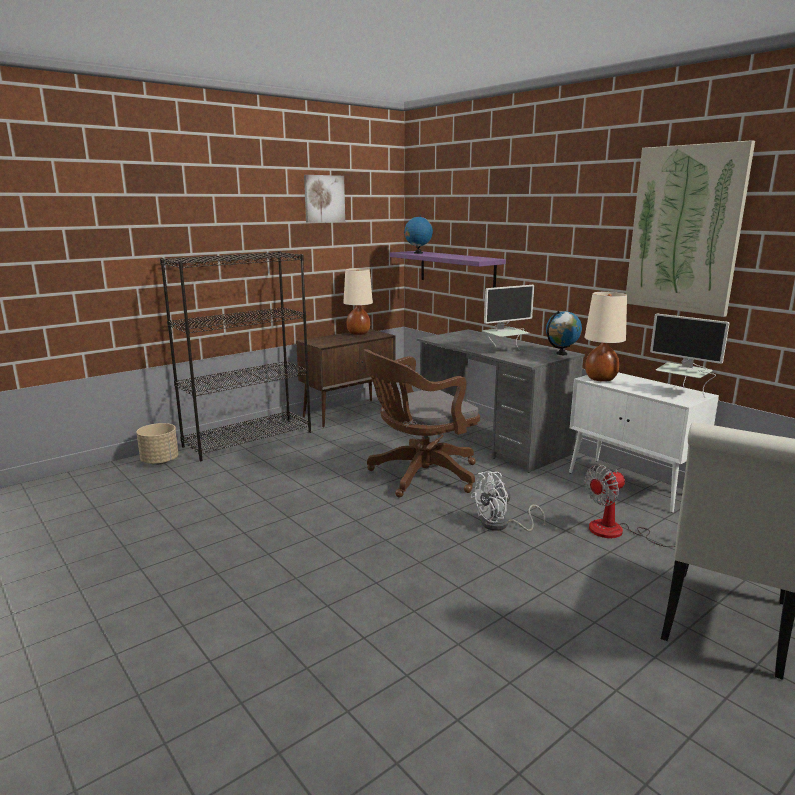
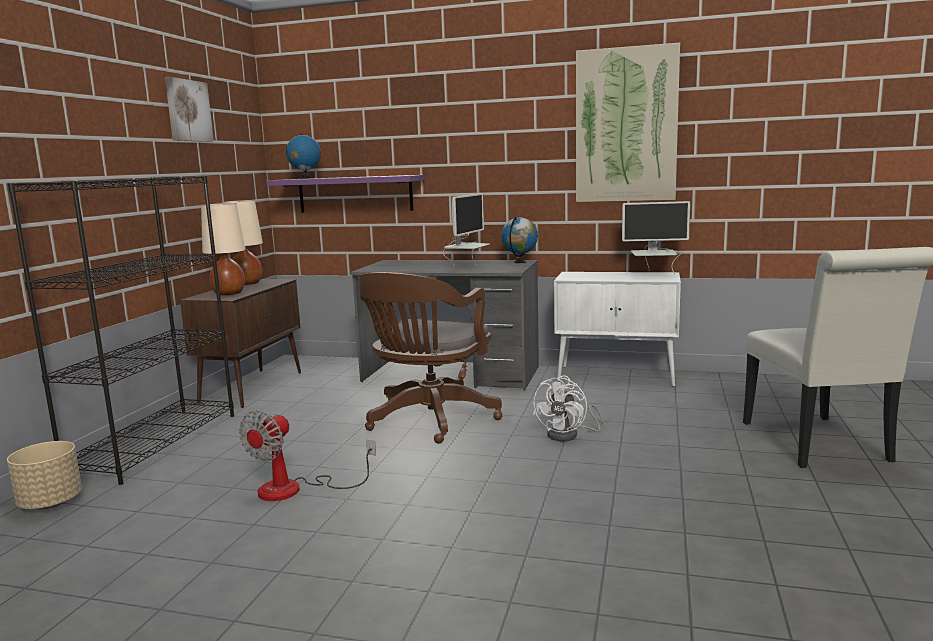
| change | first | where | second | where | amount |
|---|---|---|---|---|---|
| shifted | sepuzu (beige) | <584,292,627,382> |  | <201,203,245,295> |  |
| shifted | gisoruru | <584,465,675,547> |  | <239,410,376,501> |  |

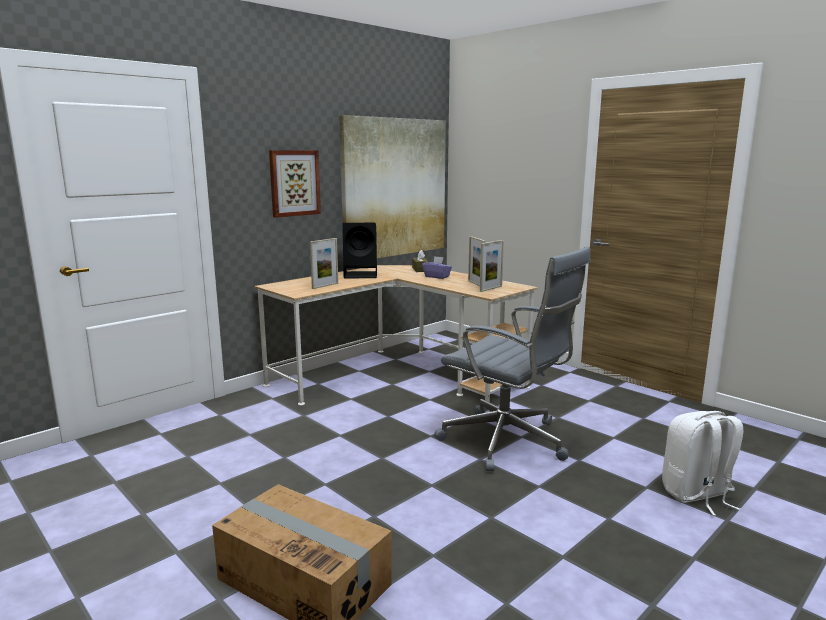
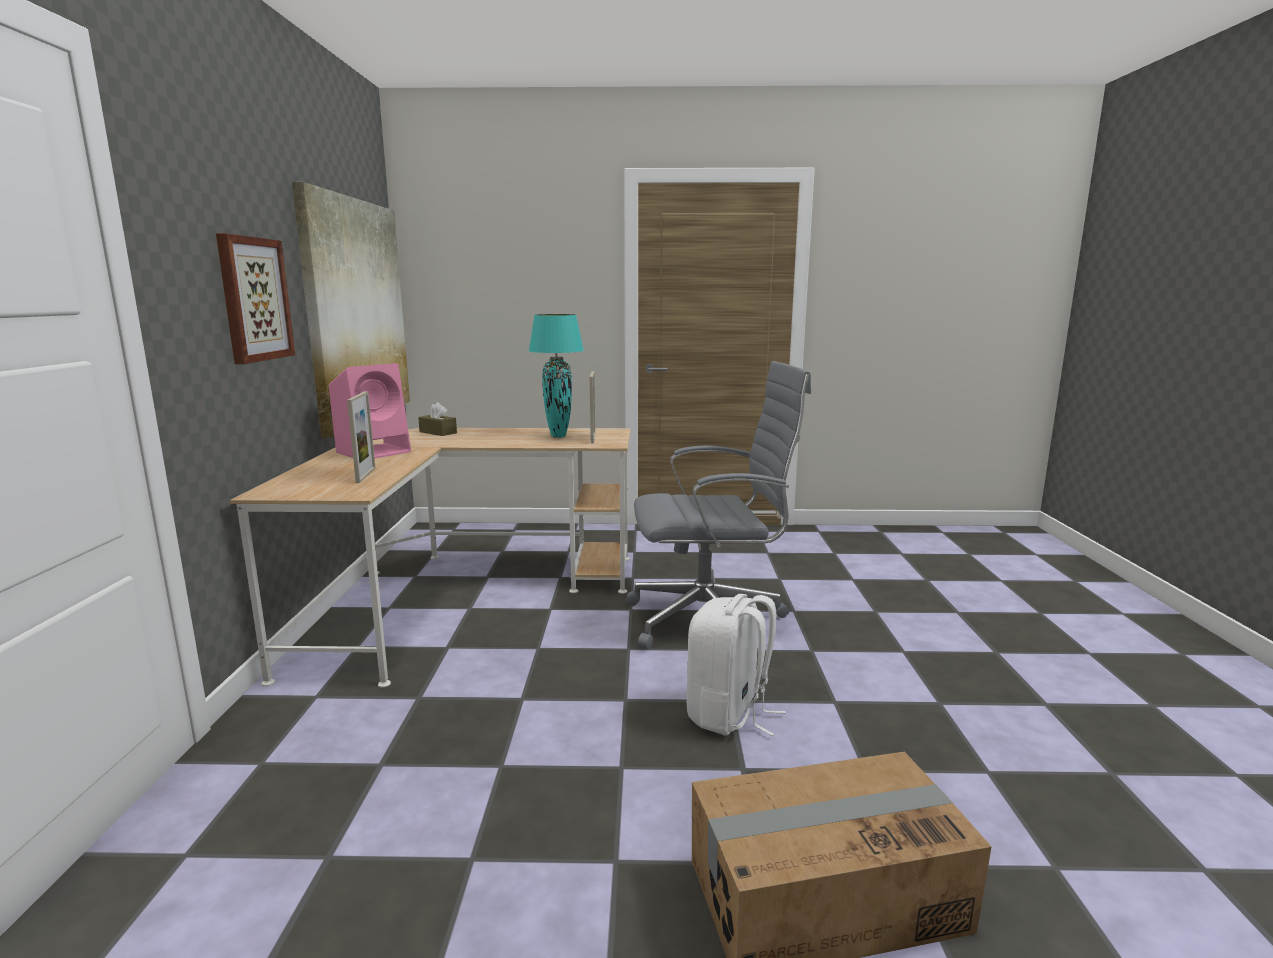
| change | first | where | second | where | amount |
|---|---|---|---|---|---|
| repainted | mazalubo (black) | <342,223,377,279> | mazalubo (pink) | <329,363,411,458> |  |
| swapped | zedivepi | <468,236,485,286> | sepuzu (turquoise) | <529,314,584,438> |  |
| gone | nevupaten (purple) | <422,256,452,279> |  |  |  |
| shifted | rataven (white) | <662,411,743,516> |  | <687,594,786,736> |  |

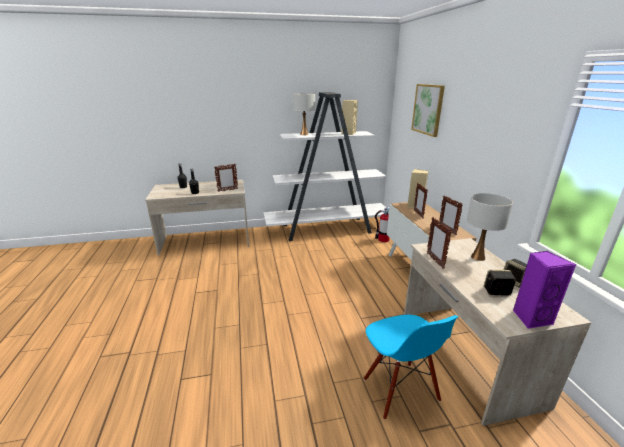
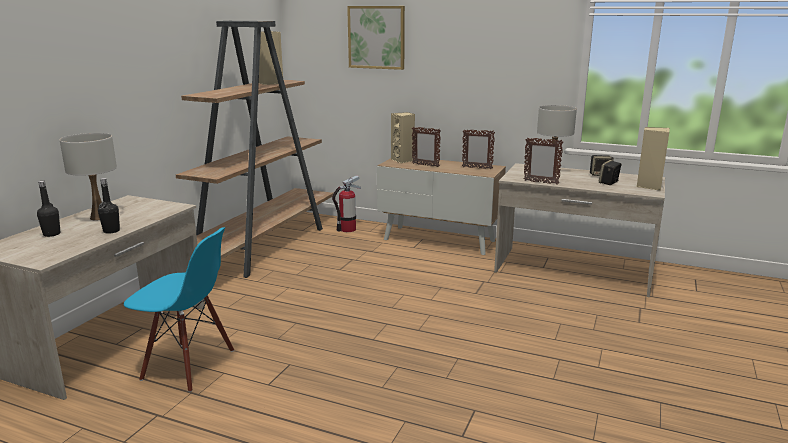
| change | first | where | second | where | amount |
|---|---|---|---|---|---|
| repainted | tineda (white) | <264,92,389,241> | tineda (brown) | <176,21,333,278> |  |
| shifted | sepuzu (white) | <293,93,315,135> |  | <60,133,117,220> |  |
| gone | zedivepi | <214,164,238,192> |  |  |  |
| repainted | mazalubo (purple) | <513,251,576,329> | mazalubo (beige) | <637,127,670,191> |  |
| shifted | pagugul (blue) | <364,315,459,420> |  | <124,227,234,392> |  |

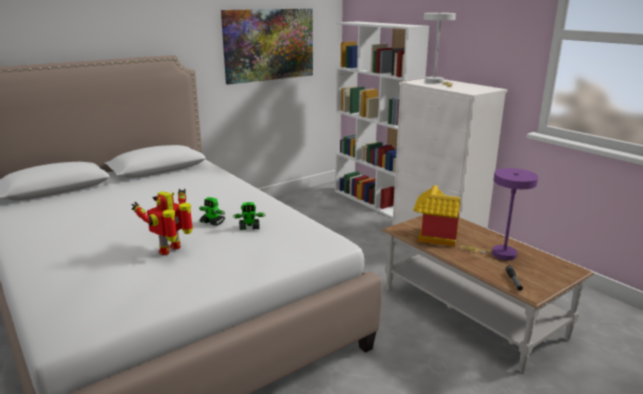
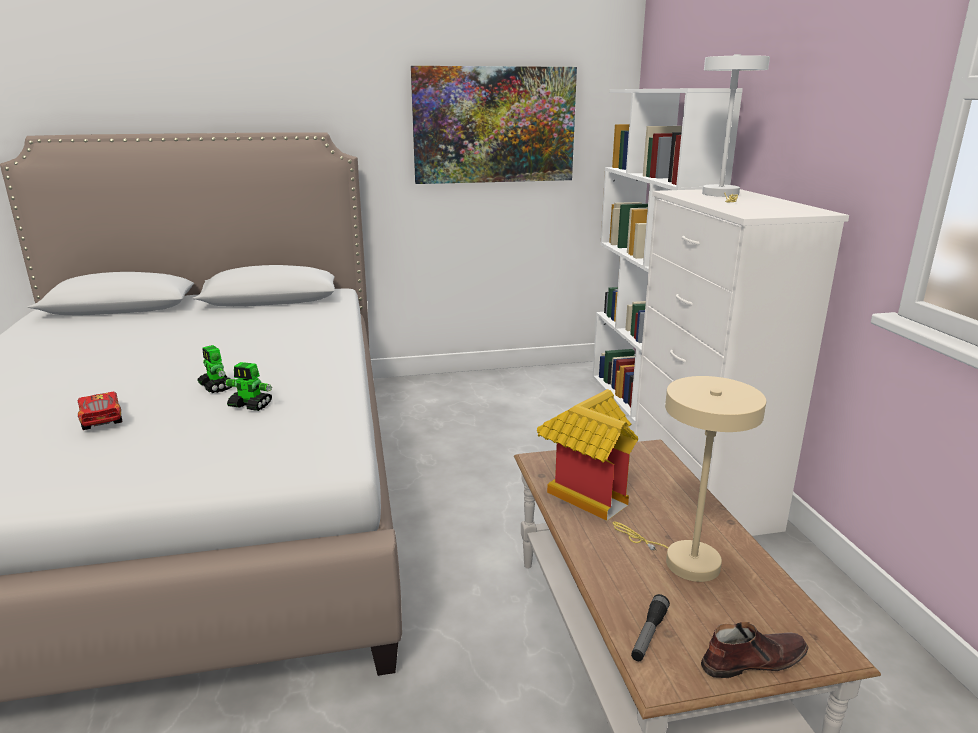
| change | first | where | second | where | amount |
|---|---|---|---|---|---|
| repainted | sepuzu (purple) | <460,168,538,260> | sepuzu (beige) | <613,376,766,582> |  |
| swapped | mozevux | <131,189,193,255> | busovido | <78,392,122,430> |  |
| new |  |  | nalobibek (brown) | <701,622,809,678> |  |

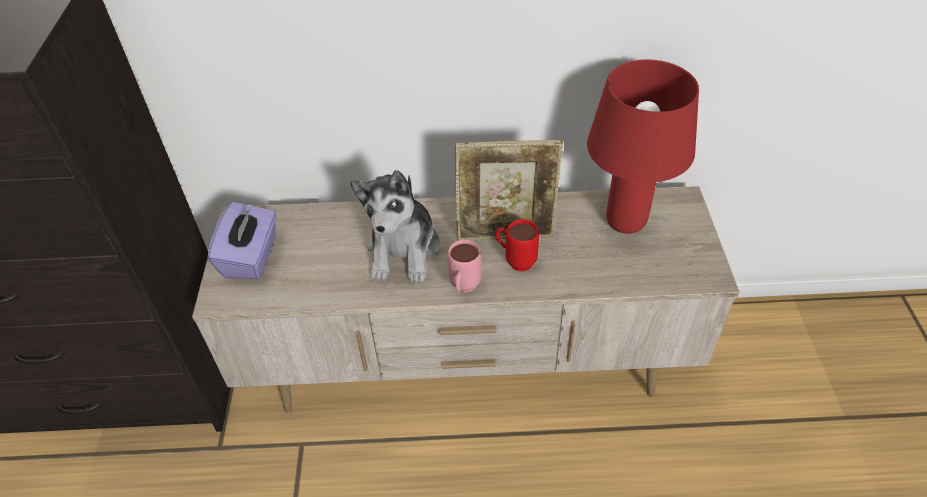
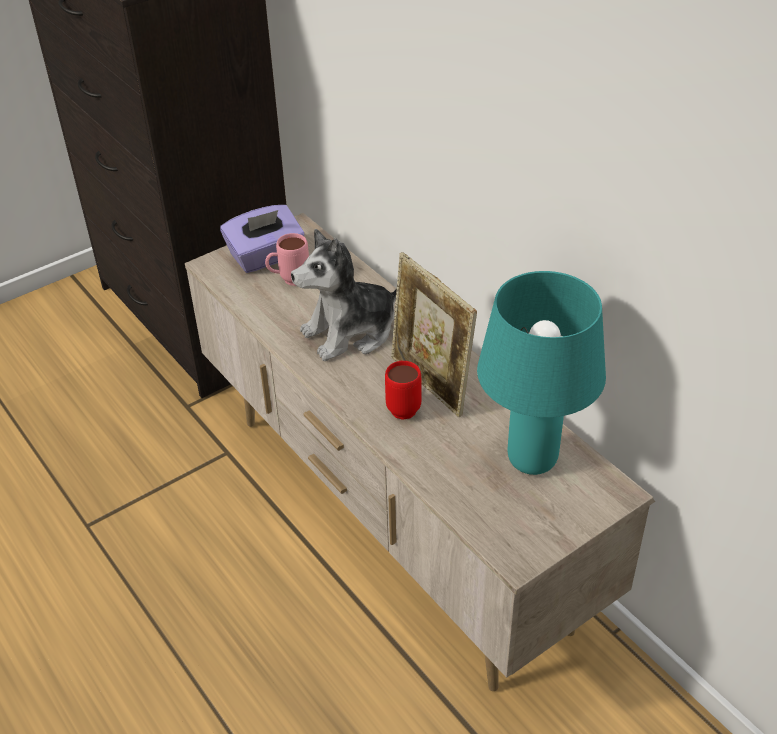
| change | first | where | second | where | amount |
|---|---|---|---|---|---|
| repainted | sepuzu (red) | <587,59,699,234> | sepuzu (turquoise) | <477,271,606,475> |  |
| shifted | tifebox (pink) | <447,240,482,292> |  | <265,233,309,286> |  |

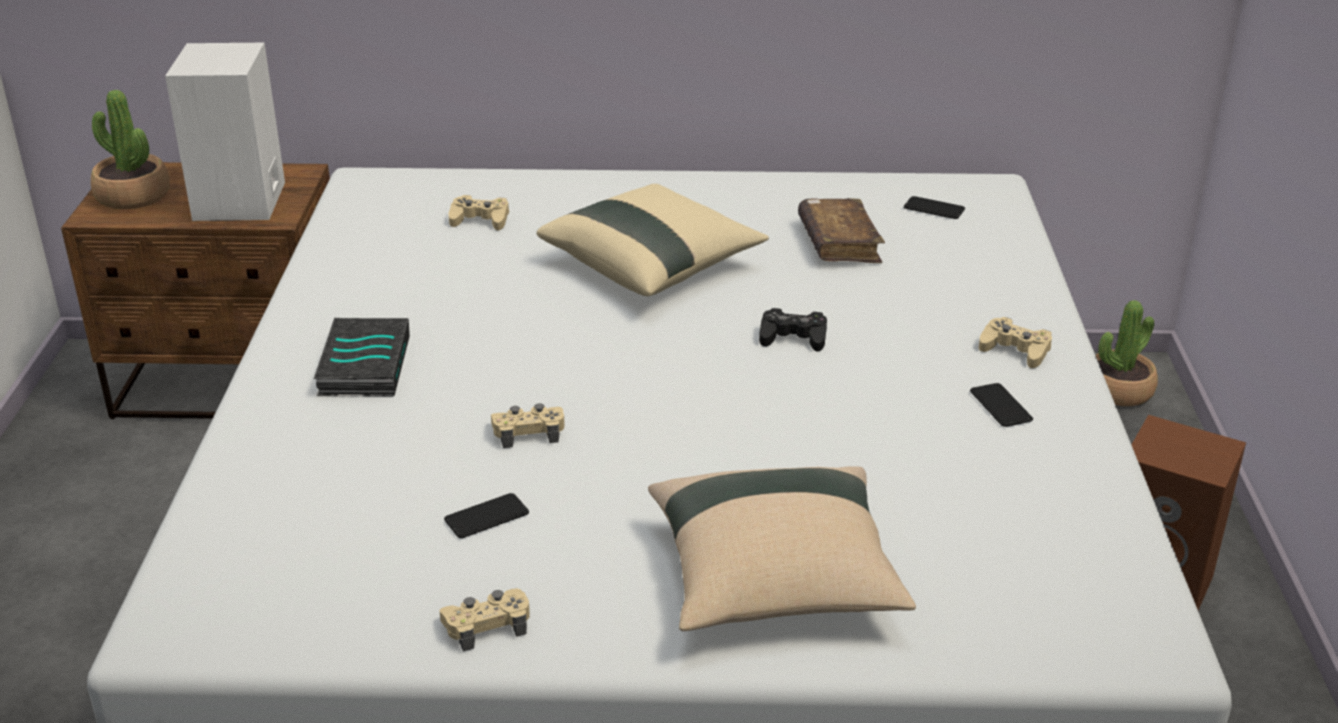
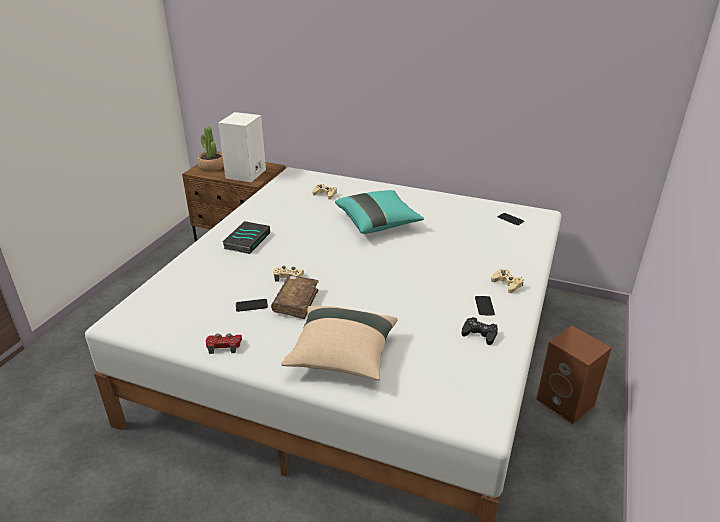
| change | first | where | second | where | amount |
|---|---|---|---|---|---|
| repainted | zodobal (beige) | <537,184,769,296> | zodobal (turquoise) | <335,190,424,234> |  |
| shifted | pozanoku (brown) | <798,198,885,263> |  | <271,275,319,319> |  |
| gone | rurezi | <1096,300,1158,406> |  |  |  |
| shifted | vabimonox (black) | <759,308,827,352> |  | <461,317,498,345> |  |
| repainted | vabimonox (beige) | <439,588,530,652> | vabimonox (red) | <206,333,242,354> |  |

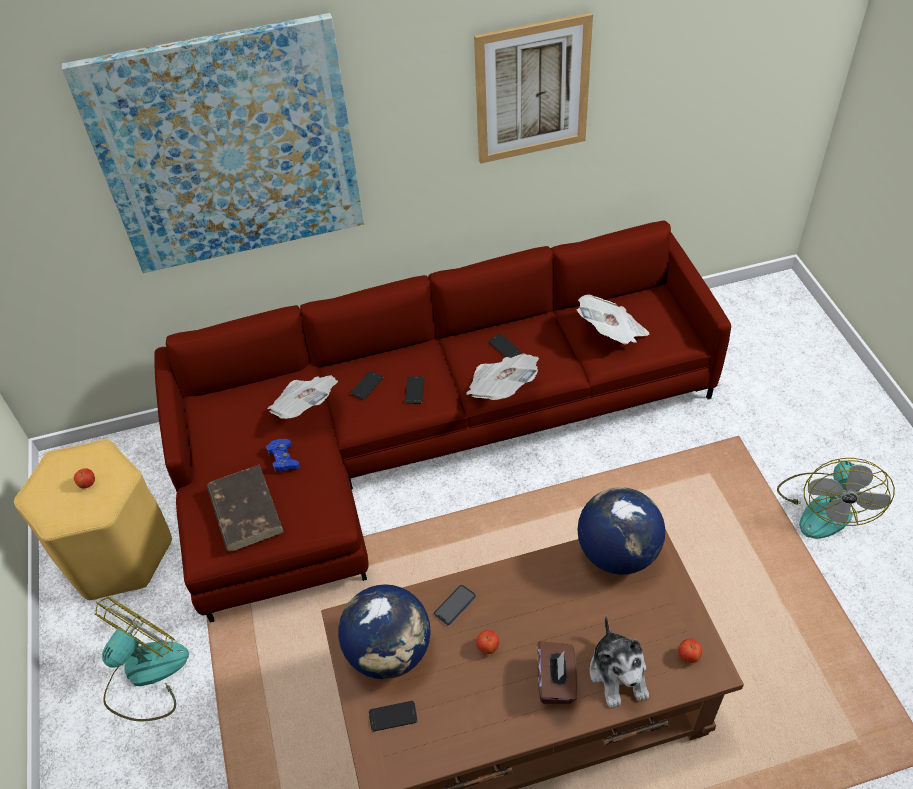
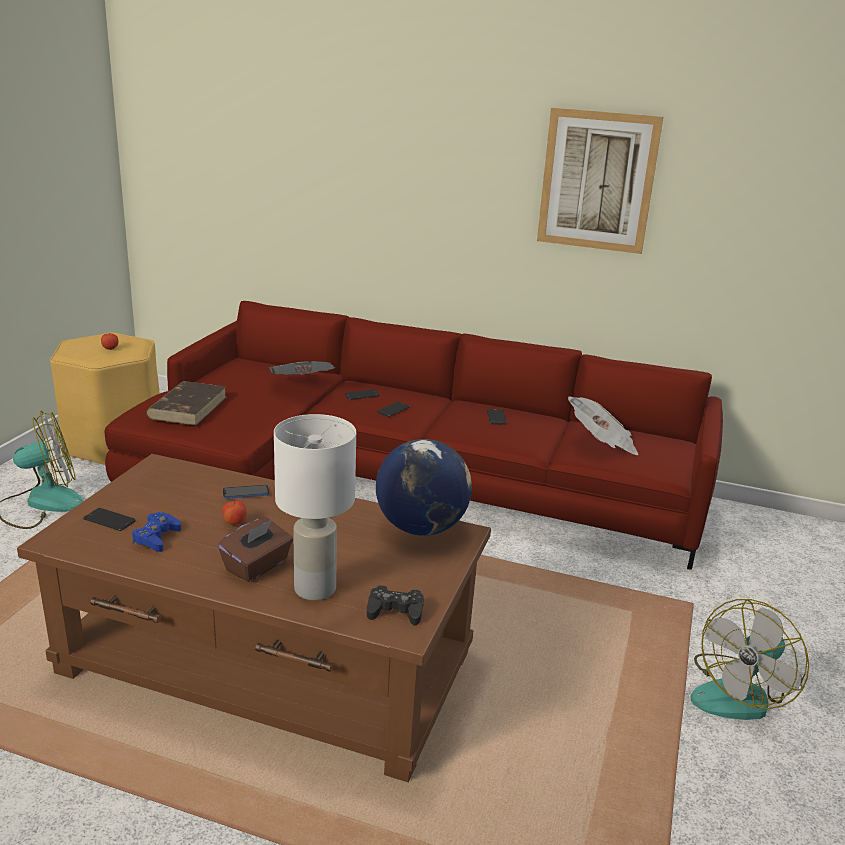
| change | first | where | second | where | amount |
|---|---|---|---|---|---|
| gone | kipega | <62,13,364,273> |  |  |  |
| gone | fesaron | <466,354,539,400> |  |  |  |
| shifted | vabimonox (blue) | <266,439,300,473> |  | <132,512,181,552> |  |
| gone | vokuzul | <338,584,431,679> |  |  |  |
| swapped | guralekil | <590,616,649,708> | sepuzu (white) | <274,414,356,601> |  |
| swapped | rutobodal | <678,639,702,663> | vabimonox (black) | <367,585,424,626> |  |

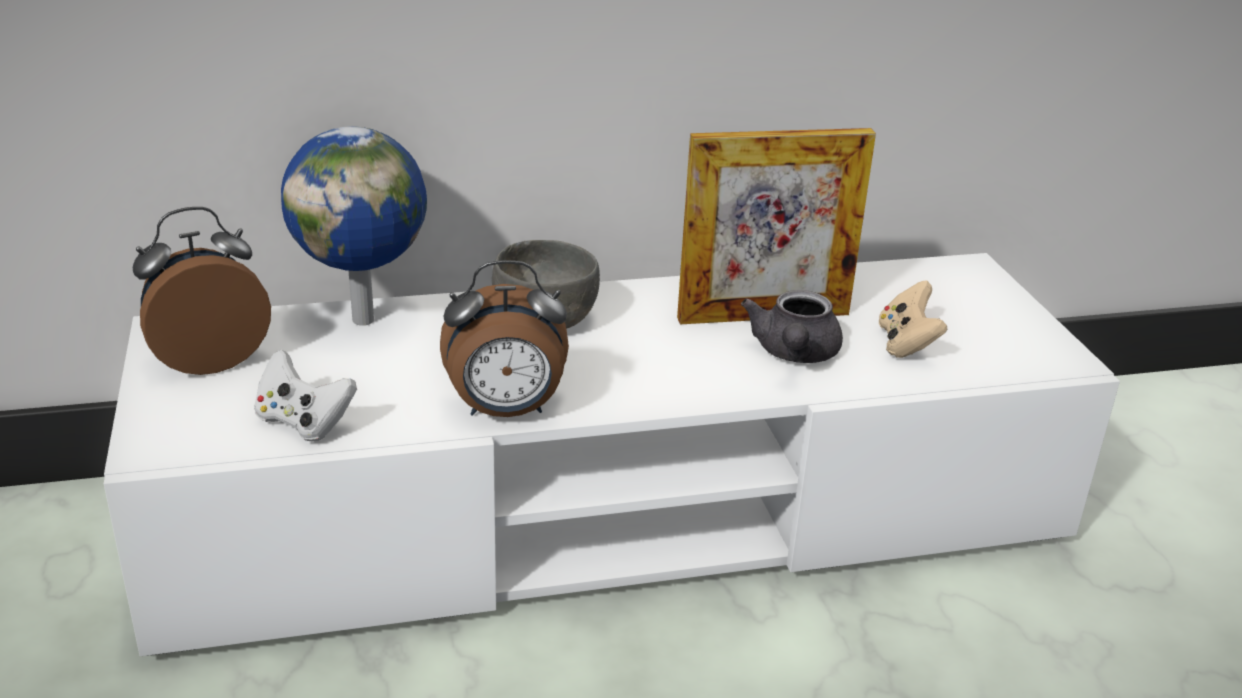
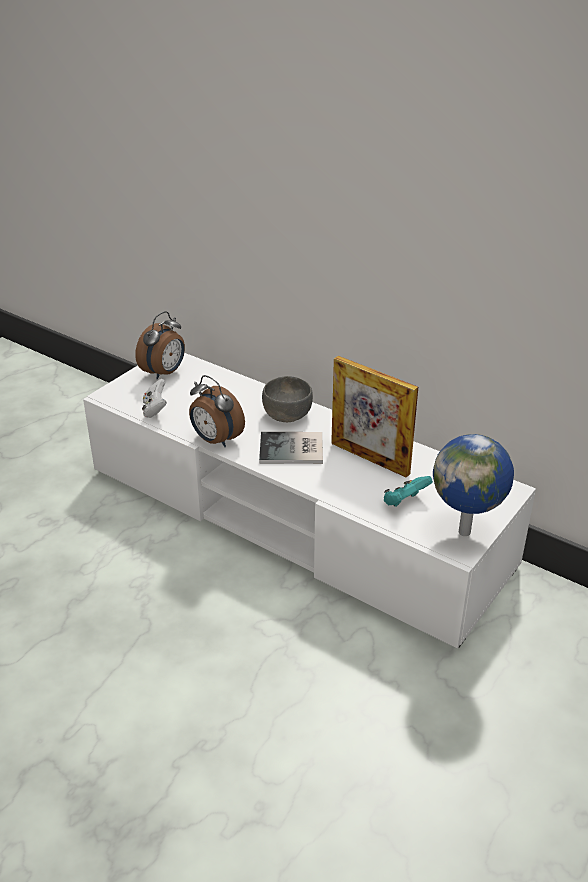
| change | first | where | second | where | amount |
|---|---|---|---|---|---|
| shifted | vokuzul | <281,126,427,326> |  | <433,434,514,536> |  |
| rotated | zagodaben | <133,207,271,375> |  | <135,311,185,380> | 105 degrees clockwise |
| repainted | vabimonox (beige) | <879,281,948,358> | vabimonox (turquoise) | <384,476,433,507> |  |
| gone | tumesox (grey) | <741,290,843,363> |  |  |  |
| new |  |  | pozanoku | <259,432,323,464> |  |

